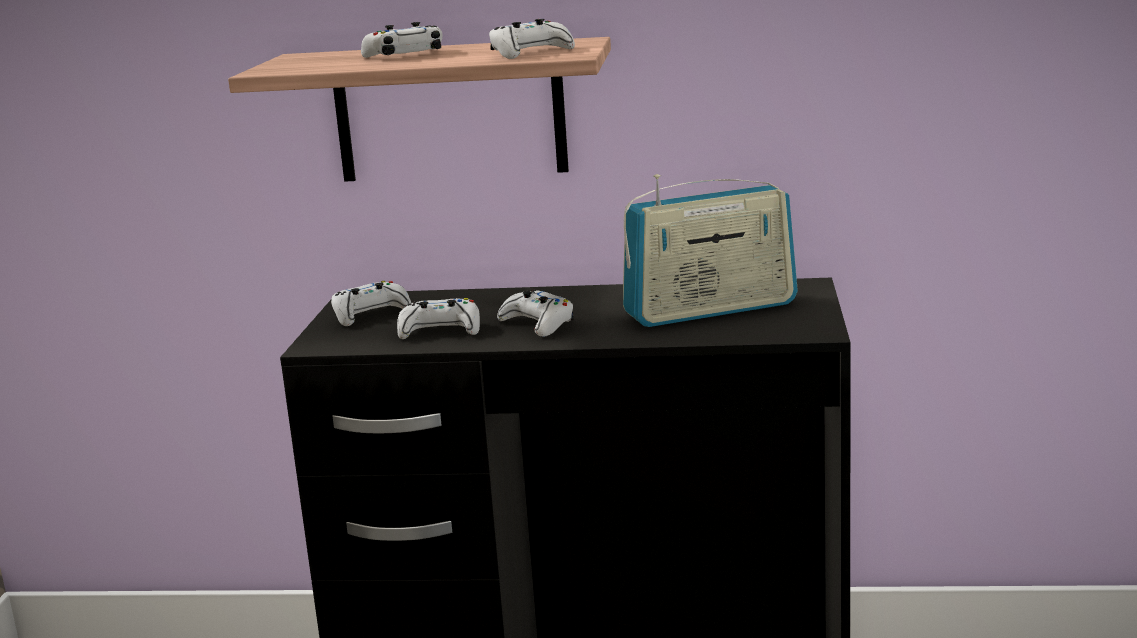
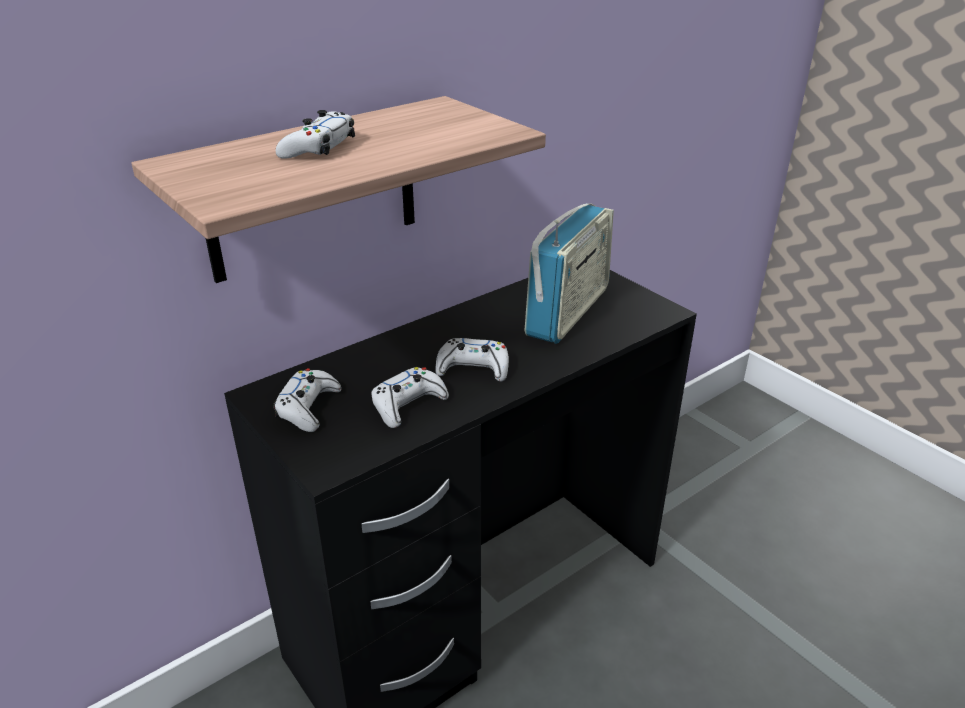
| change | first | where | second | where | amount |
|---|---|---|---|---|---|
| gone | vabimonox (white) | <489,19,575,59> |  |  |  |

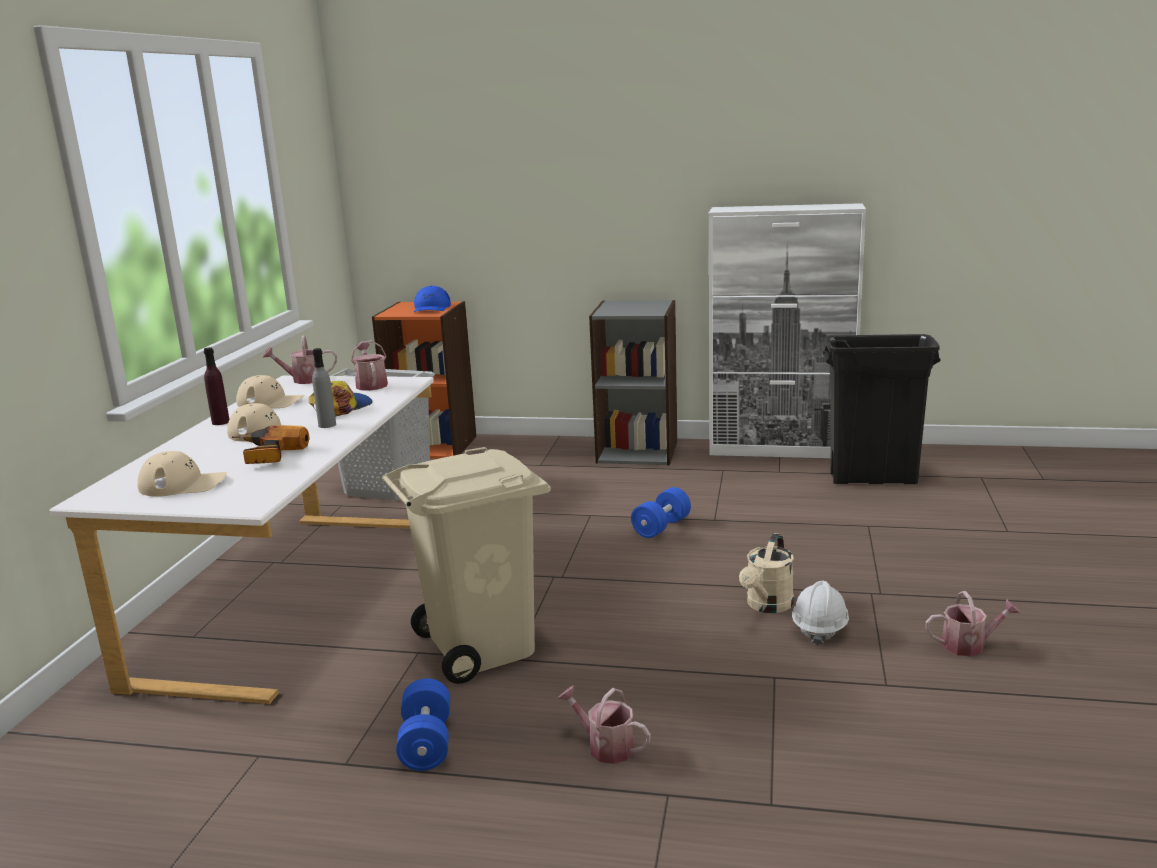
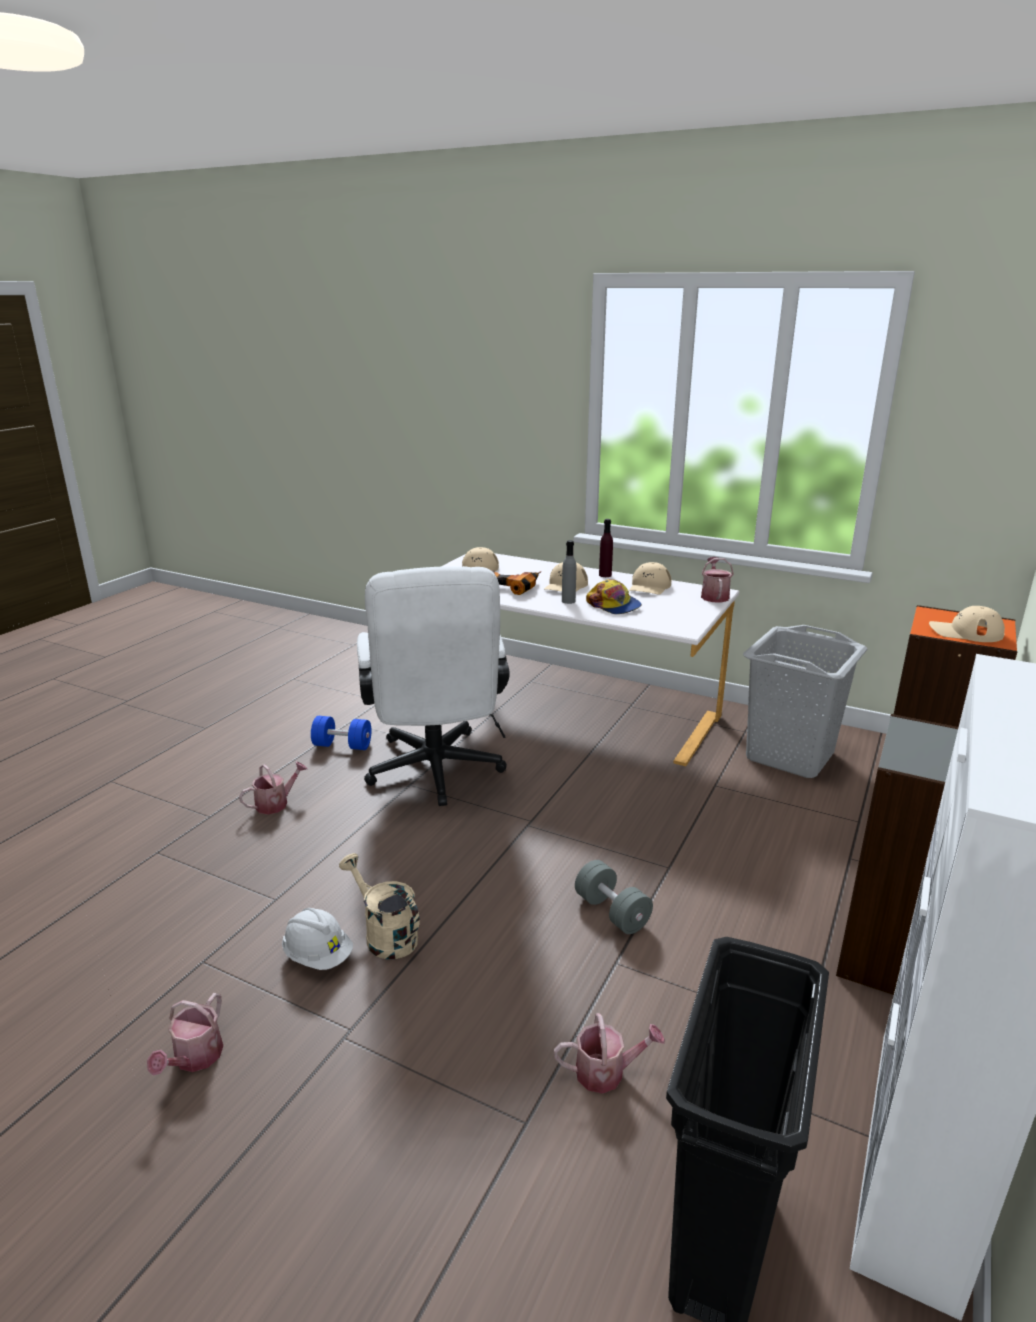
| change | first | where | second | where | amount |
|---|---|---|---|---|---|
| repainted | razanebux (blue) | <414,286,451,312> | razanebux (beige) | <929,606,1005,642> |  |
| shifted | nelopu | <351,340,388,391> |  | <554,1013,665,1094> |  |
| swapped | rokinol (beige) | <382,447,551,684> | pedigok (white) | <357,566,510,806> |  |
| repainted | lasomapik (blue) | <631,487,691,538> | lasomapik (grey) | <575,860,653,934> |  |

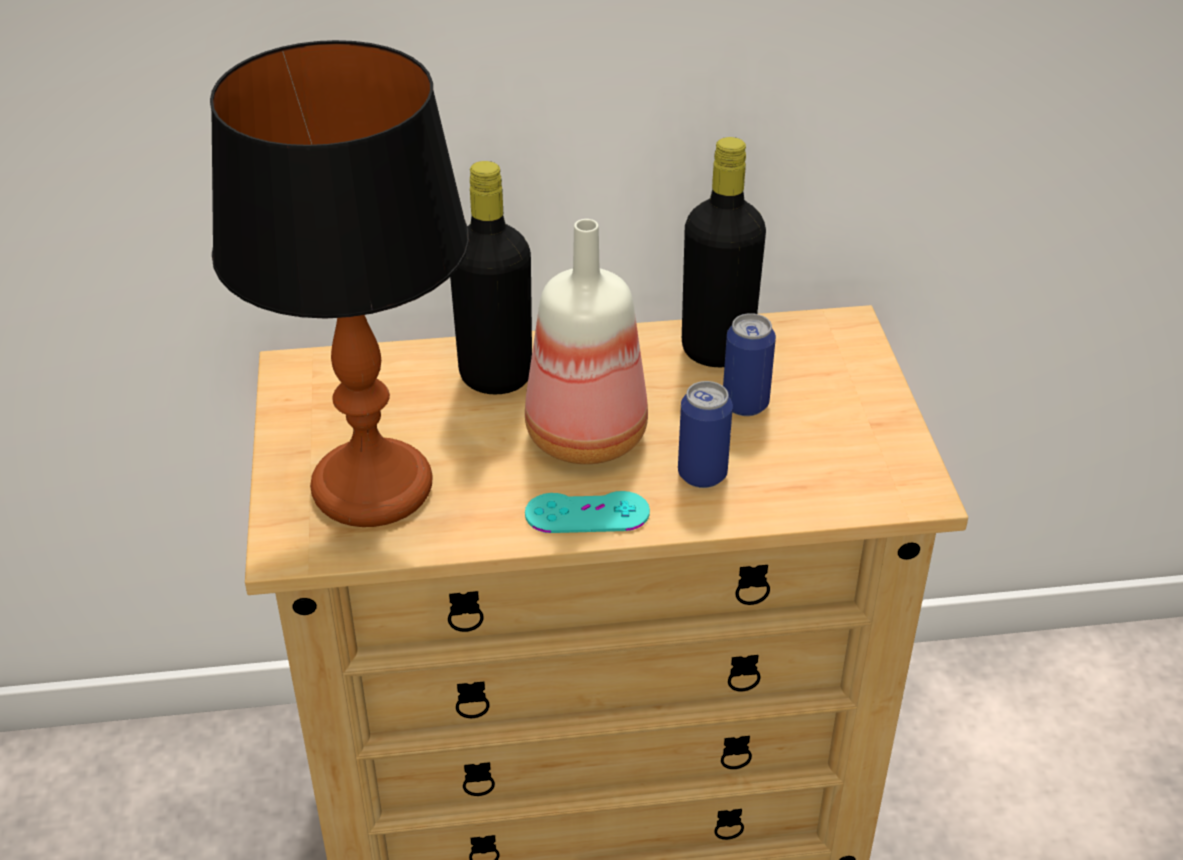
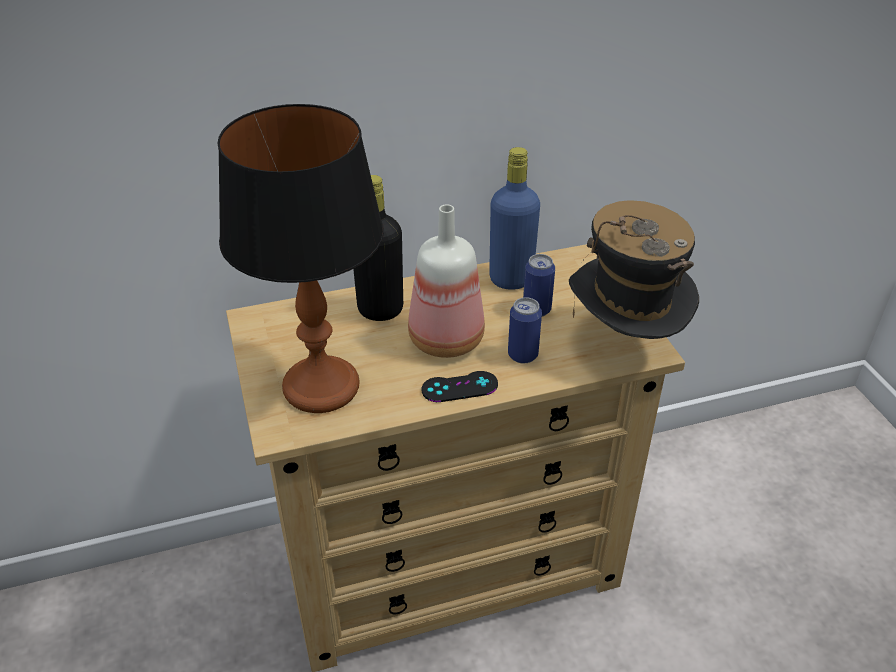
| change | first | where | second | where | amount |
|---|---|---|---|---|---|
| repainted | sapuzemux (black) | <682,137,766,367> | sapuzemux (blue) | <489,147,540,290> |  |
| repainted | vabimonox (turquoise) | <525,491,650,533> | vabimonox (black) | <421,371,498,402> |  |
| new |  |  | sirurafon | <569,200,699,339> |  |

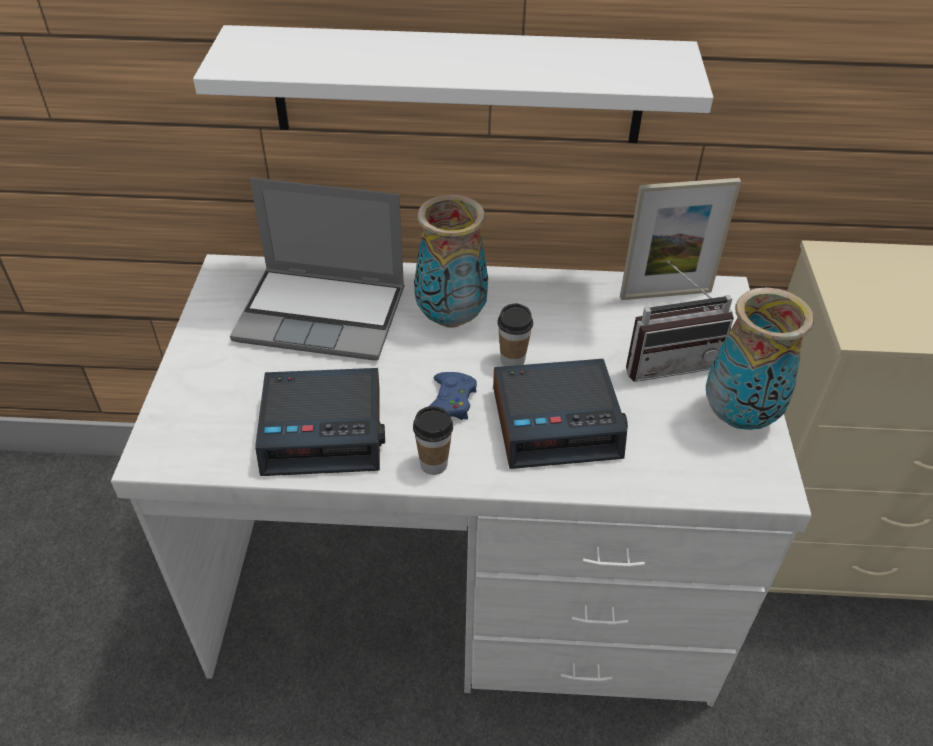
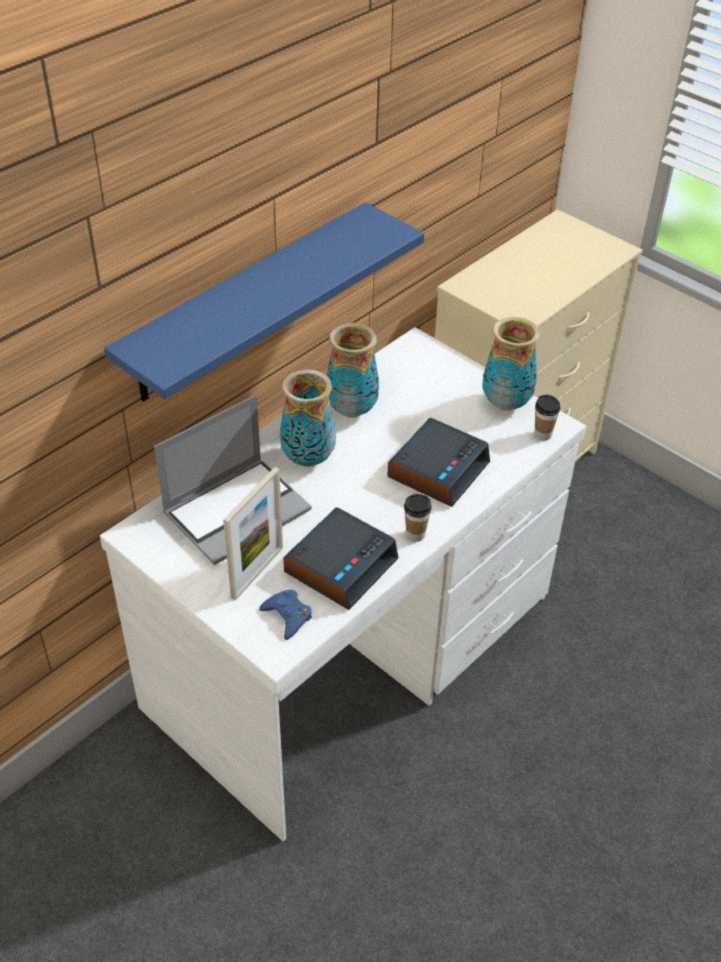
| change | first | where | second | where | amount |
|---|---|---|---|---|---|
| repainted | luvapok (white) | <193,25,713,143> | luvapok (blue) | <104,202,424,402> |  |
| shifted | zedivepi | <620,178,742,300> |  | <223,467,283,600> |  |
| gone | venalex | <626,261,734,382> |  |  |  |
| shifted | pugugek | <497,303,533,366> |  | <534,395,561,441> |  |
| shifted | vabimonox (blue) | <428,372,477,420> |  | <259,590,312,640> |  |
| new |  |  | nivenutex | <327,323,379,418> |  |

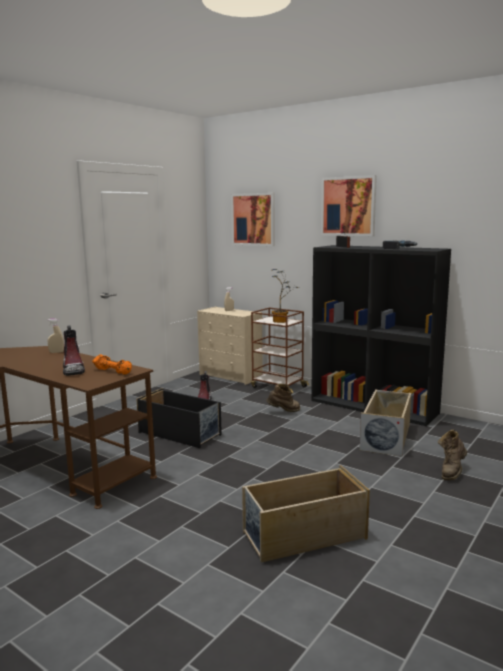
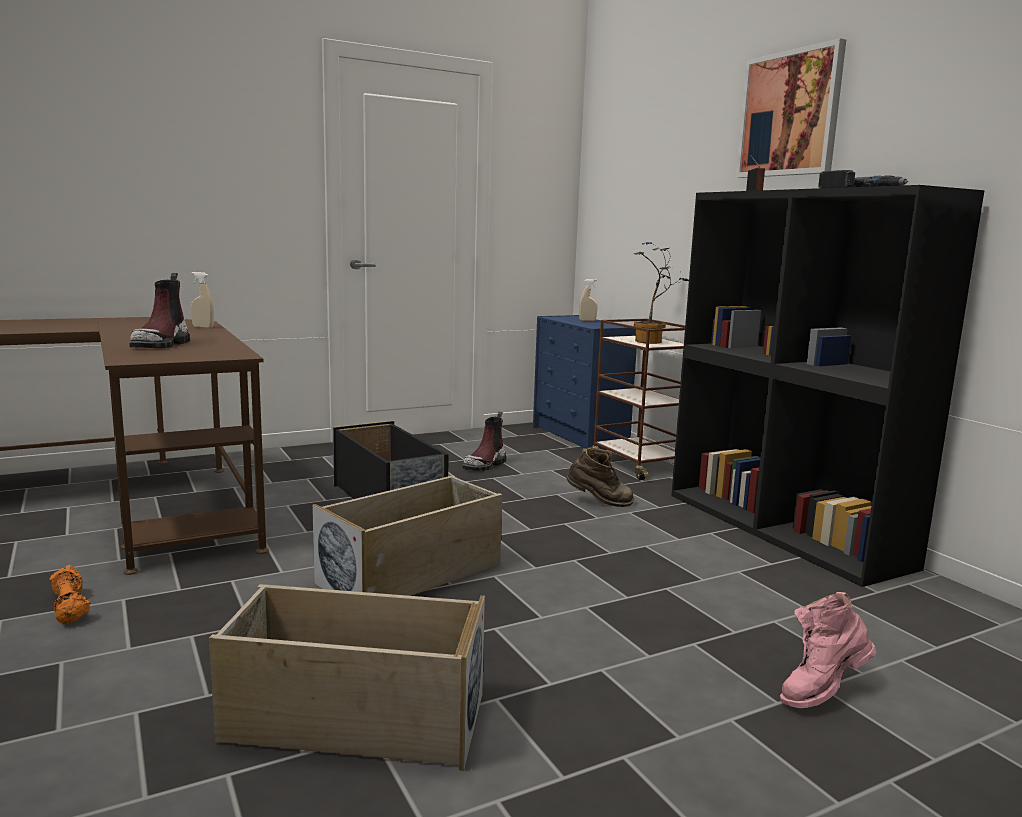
| change | first | where | second | where | amount |
|---|---|---|---|---|---|
| gone | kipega | <231,193,275,246> |  |  |  |
| repainted | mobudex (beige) | <197,307,263,385> | mobudex (blue) | <533,315,637,450> |  |
| shifted | lasomapik (orange) | <92,354,132,375> |  | <50,565,90,624> |  |
| shifted | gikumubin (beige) | <360,389,411,457> |  | <312,475,502,596> |  |
| repainted | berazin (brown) | <438,430,467,480> | berazin (pink) | <780,592,876,708> |  |

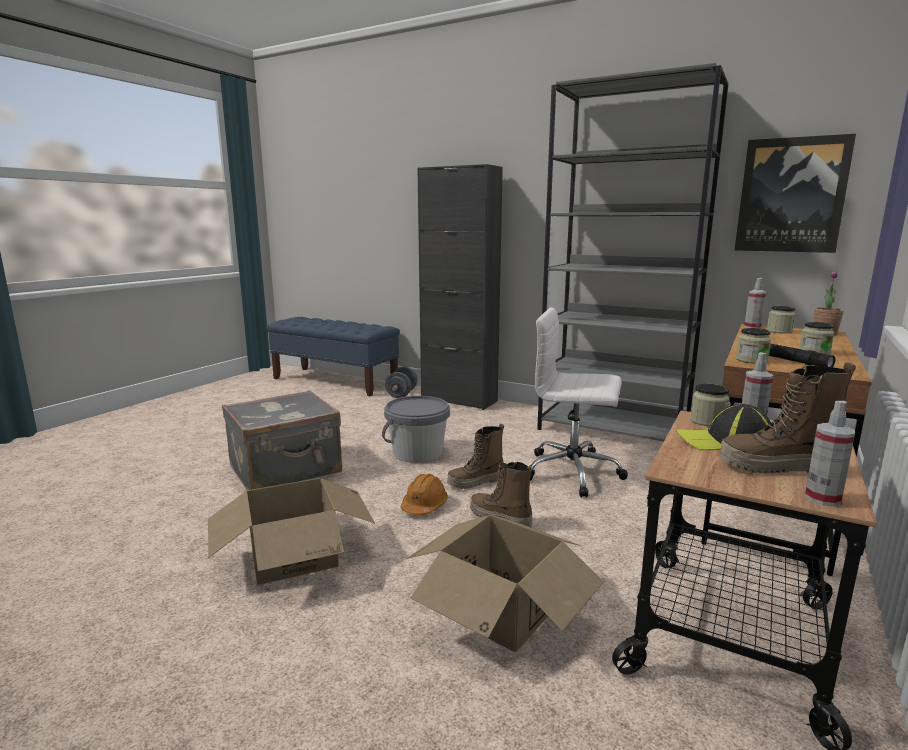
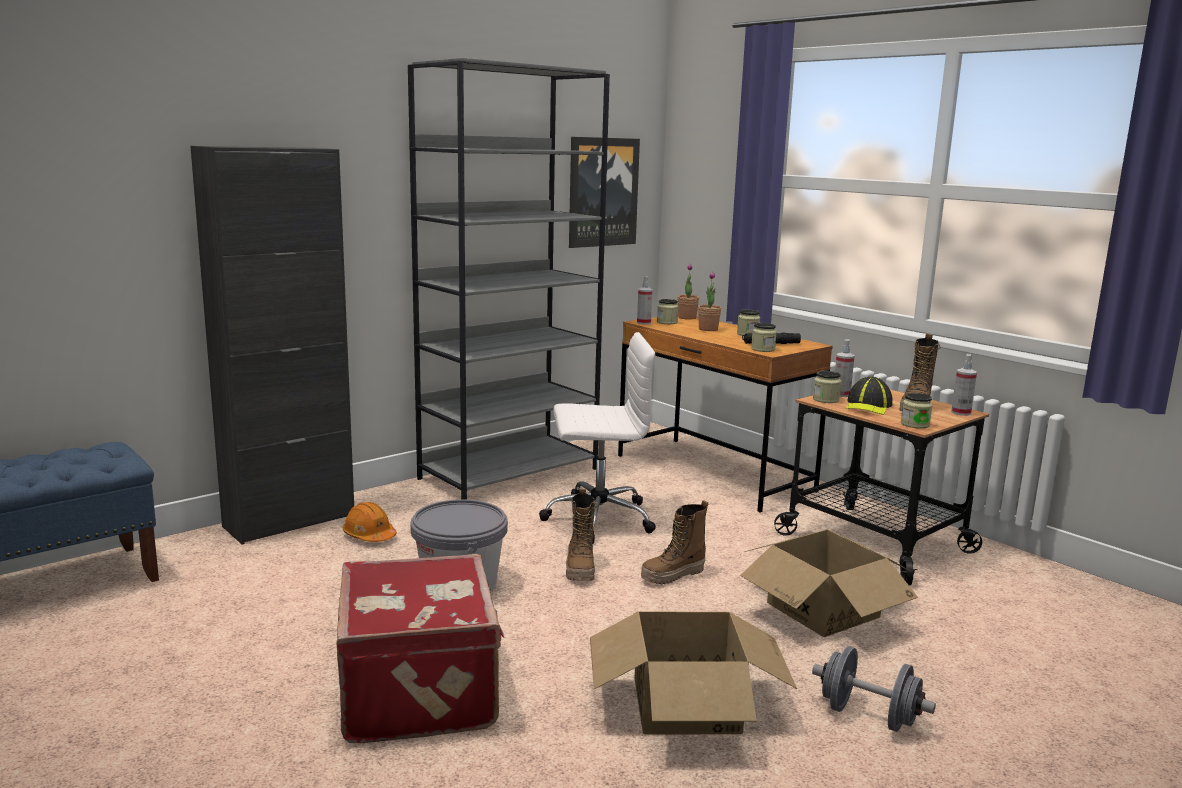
| change | first | where | second | where | amount |
|---|---|---|---|---|---|
| rotated | pedigok (white) | <530,307,628,498> |  | <539,332,656,543> | 135 degrees counterclockwise |
| shifted | lasomapik (grey) | <385,366,418,398> |  | <812,646,936,732> |  |
| repainted | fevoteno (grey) | <222,390,342,490> | fevoteno (red) | <336,554,504,743> |  |
| shifted | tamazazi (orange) | <401,474,448,515> |  | <343,502,397,542> |  |
| new |  |  | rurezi | <698,272,721,331> |  |
| new |  |  | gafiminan | <901,393,933,429> |  |

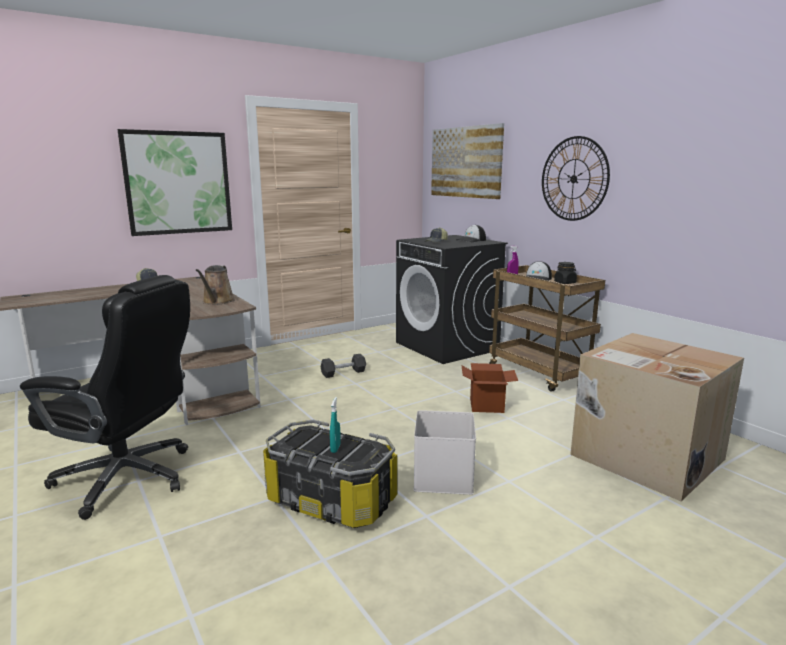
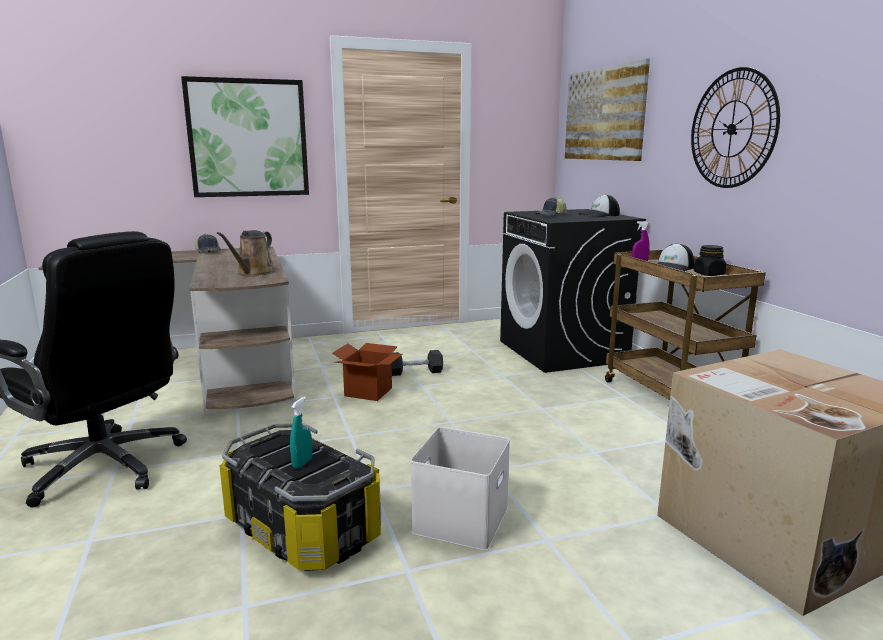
| change | first | where | second | where | amount |
|---|---|---|---|---|---|
| shifted | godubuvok | <461,363,518,413> |  | <332,343,402,401> |  |

